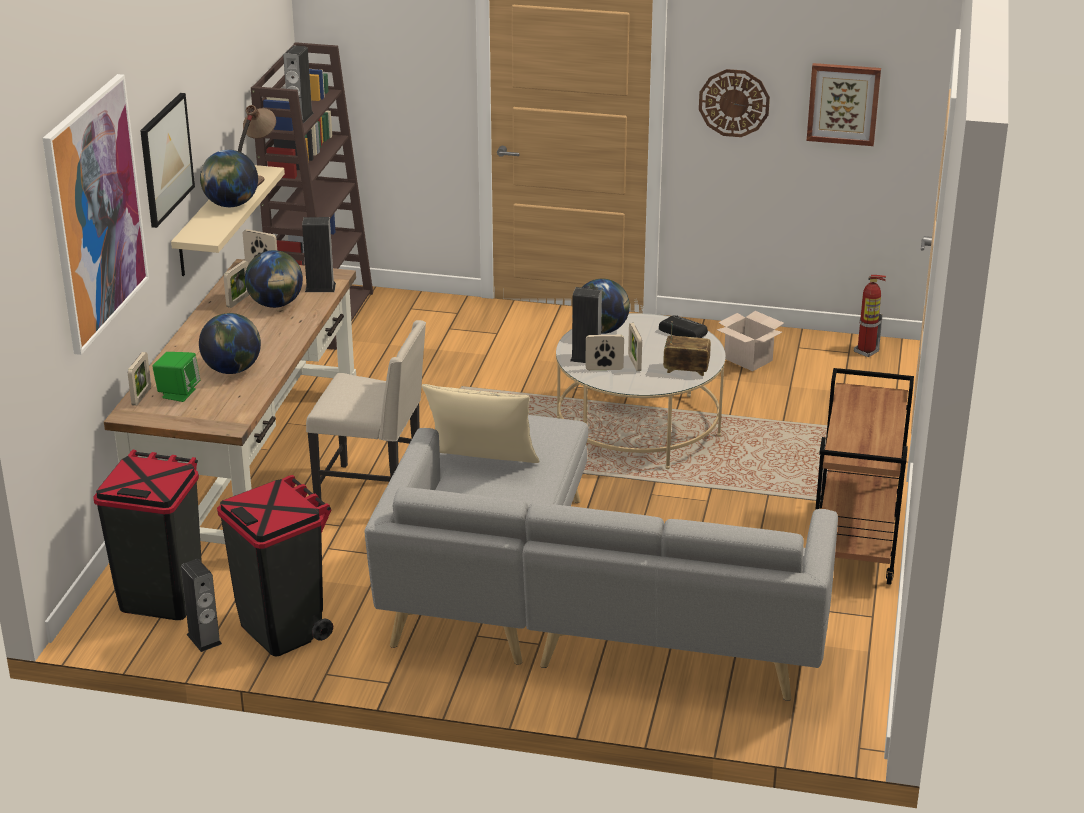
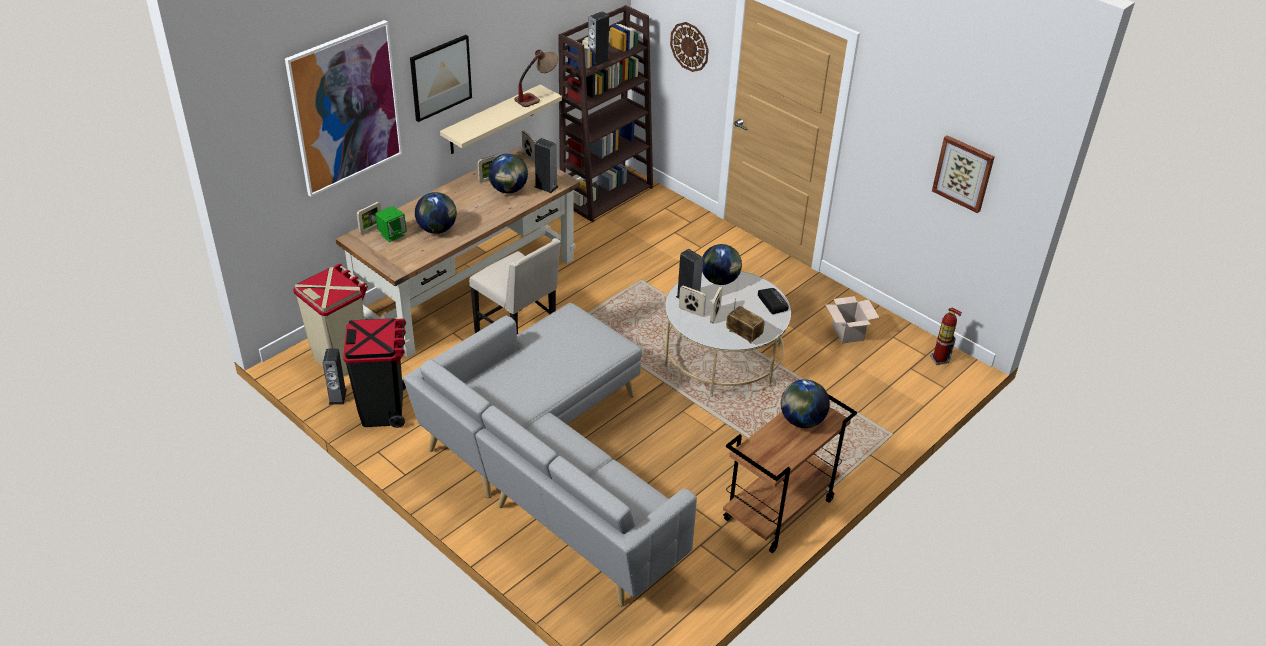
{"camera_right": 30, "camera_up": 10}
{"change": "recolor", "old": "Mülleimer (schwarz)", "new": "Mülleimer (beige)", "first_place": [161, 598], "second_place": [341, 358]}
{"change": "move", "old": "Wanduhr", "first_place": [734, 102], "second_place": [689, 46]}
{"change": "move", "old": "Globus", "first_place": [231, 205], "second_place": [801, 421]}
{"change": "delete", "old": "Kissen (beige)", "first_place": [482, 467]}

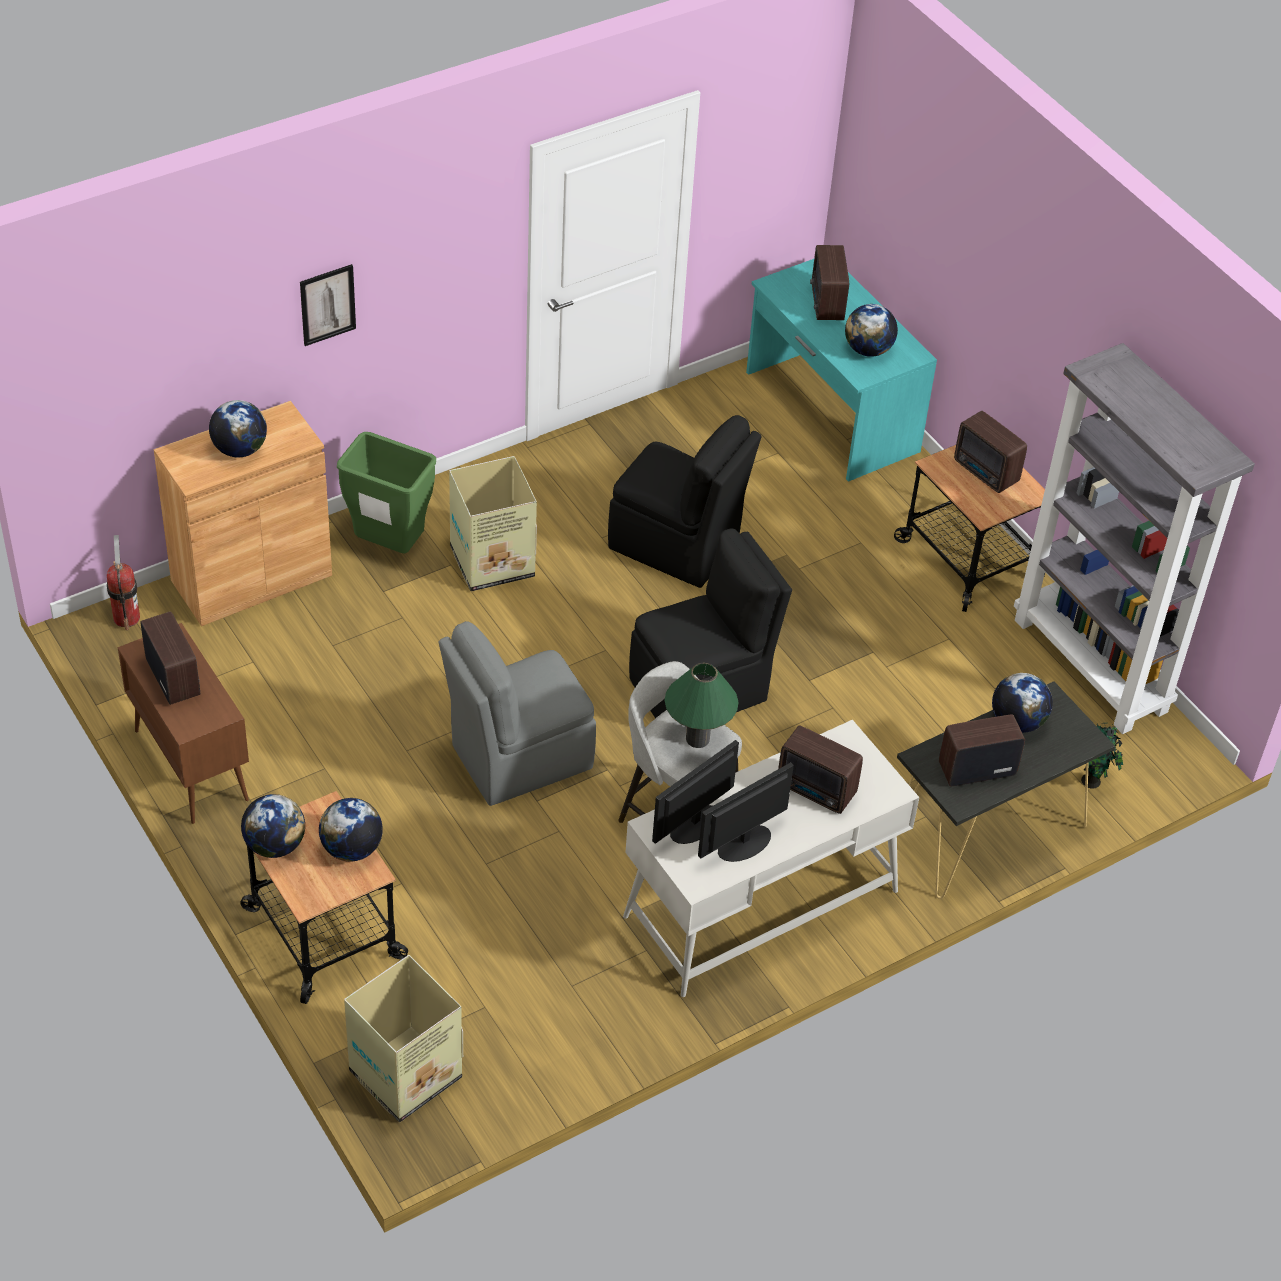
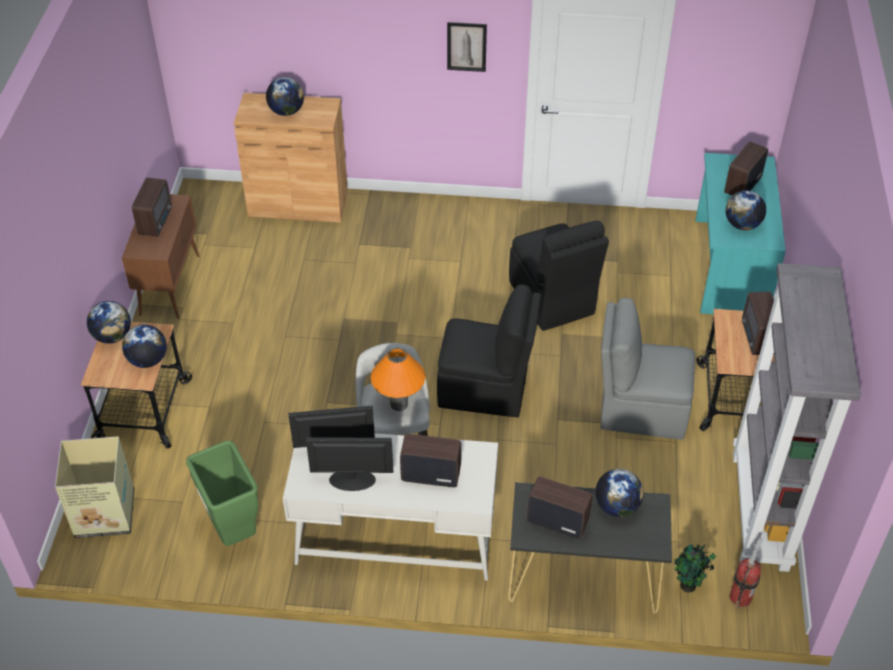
{"camera_right": 40, "camera_up": 0}
{"change": "move", "old": "Mülleimer (grün)", "first_place": [388, 546], "second_place": [233, 531]}
{"change": "recolor", "old": "Tischlampe (grün)", "new": "Tischlampe (orange)", "first_place": [697, 738], "second_place": [399, 404]}
{"change": "rotate", "old": "Radio", "first_place": [817, 791], "second_place": [429, 474], "degrees": 120}
{"change": "move", "old": "Bild", "first_place": [327, 304], "second_place": [466, 46]}
{"change": "move", "old": "Stuhl (grau)", "first_place": [518, 757], "second_place": [640, 410]}
{"change": "move", "old": "Feuerlöscher", "first_place": [126, 617], "second_place": [740, 597]}
{"change": "delete", "old": "Karton", "first_place": [490, 562]}

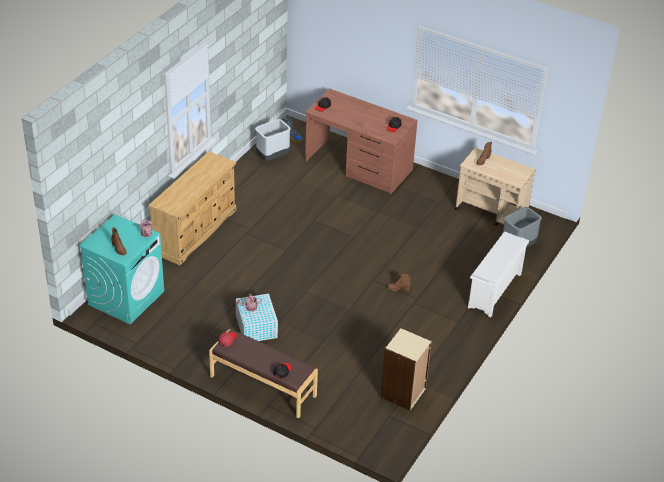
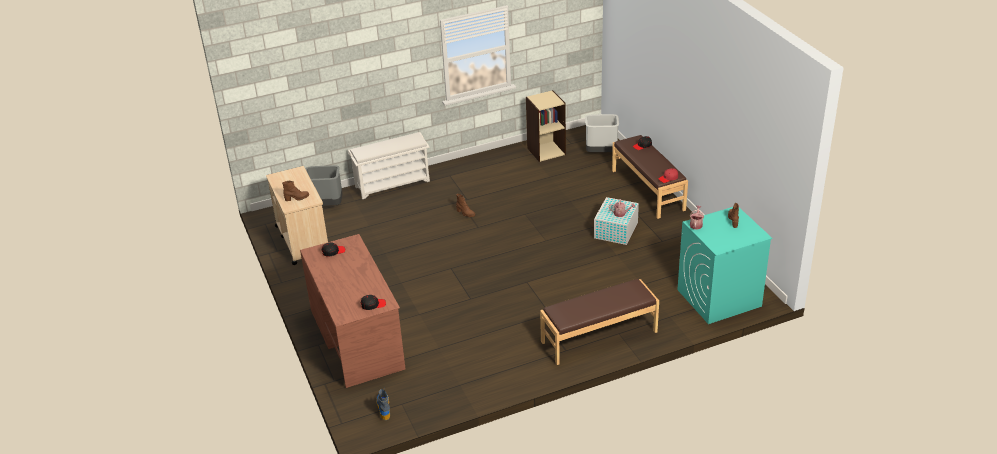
{"camera_right": -140, "camera_up": -5}
{"change": "replace", "old": "Kommode (beige)", "new": "Bank (braun)", "first_place": [195, 231], "second_place": [599, 337]}
{"change": "move", "old": "Mülleimer (grau)", "first_place": [272, 157], "second_place": [601, 153]}

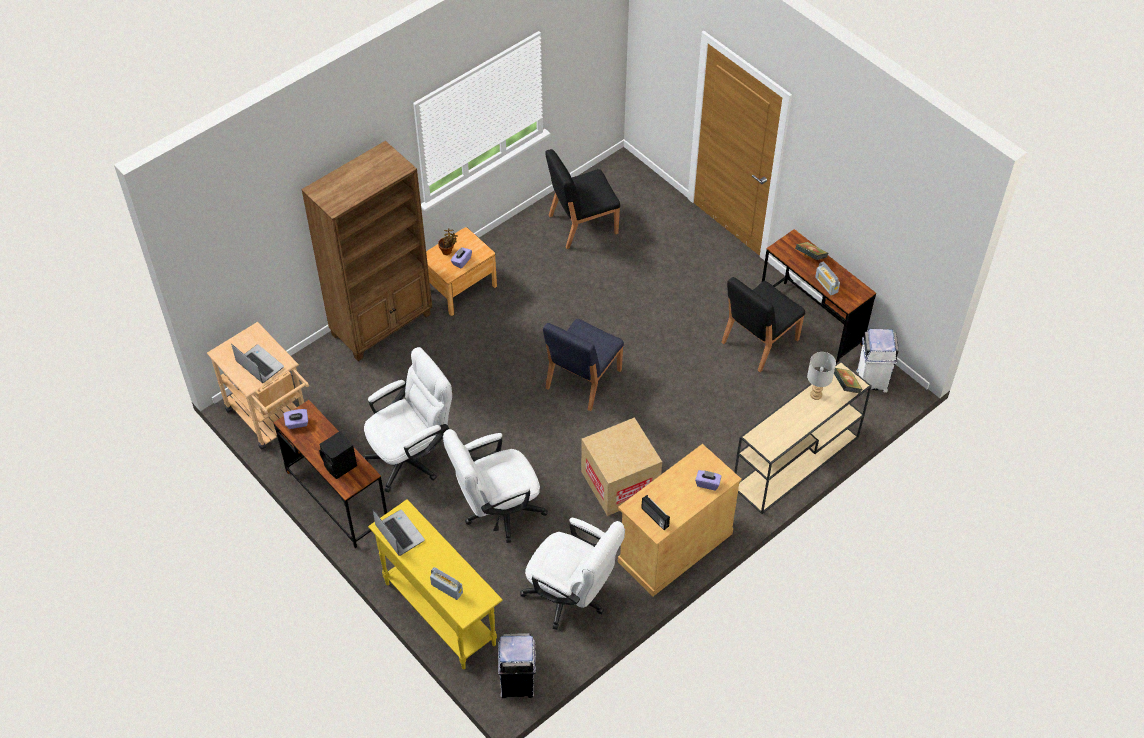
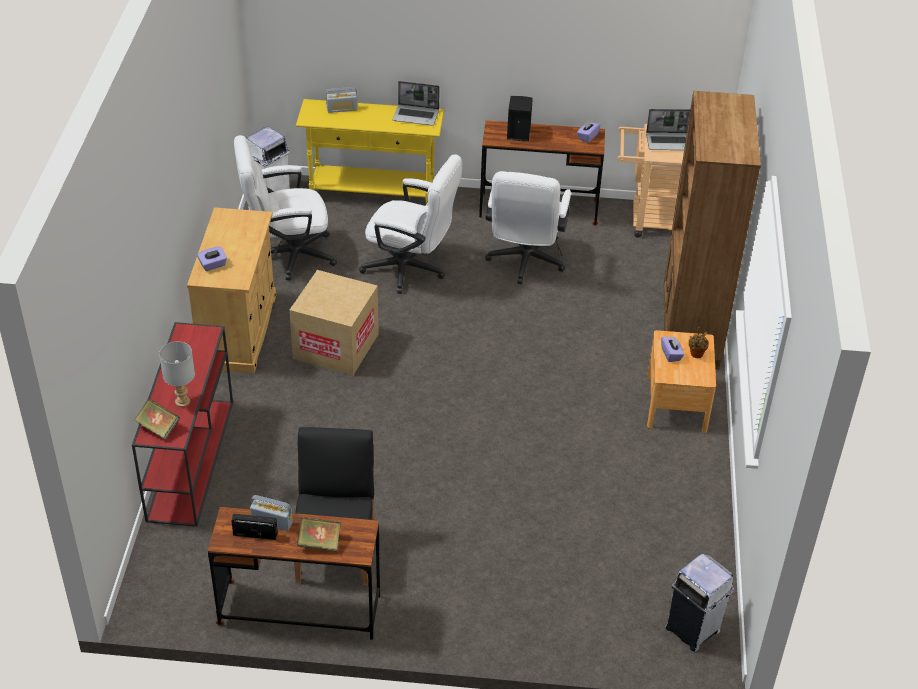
{"camera_right": 135, "camera_up": -10}
{"change": "recolor", "old": "Konsolentisch (beige)", "new": "Konsolentisch (rot)", "first_place": [795, 463], "second_place": [191, 458]}
{"change": "move", "old": "Radio", "first_place": [654, 517], "second_place": [255, 534]}
{"change": "rotate", "old": "Bürostuhl (weiß)", "first_place": [496, 511], "second_place": [411, 269], "degrees": 90}
{"change": "move", "old": "Mülleimer (weiß)", "first_place": [872, 380], "second_place": [693, 630]}
{"change": "delete", "old": "Stuhl (blau)", "first_place": [582, 379]}
{"change": "delete", "old": "Stuhl (schwarz)", "first_place": [582, 224]}

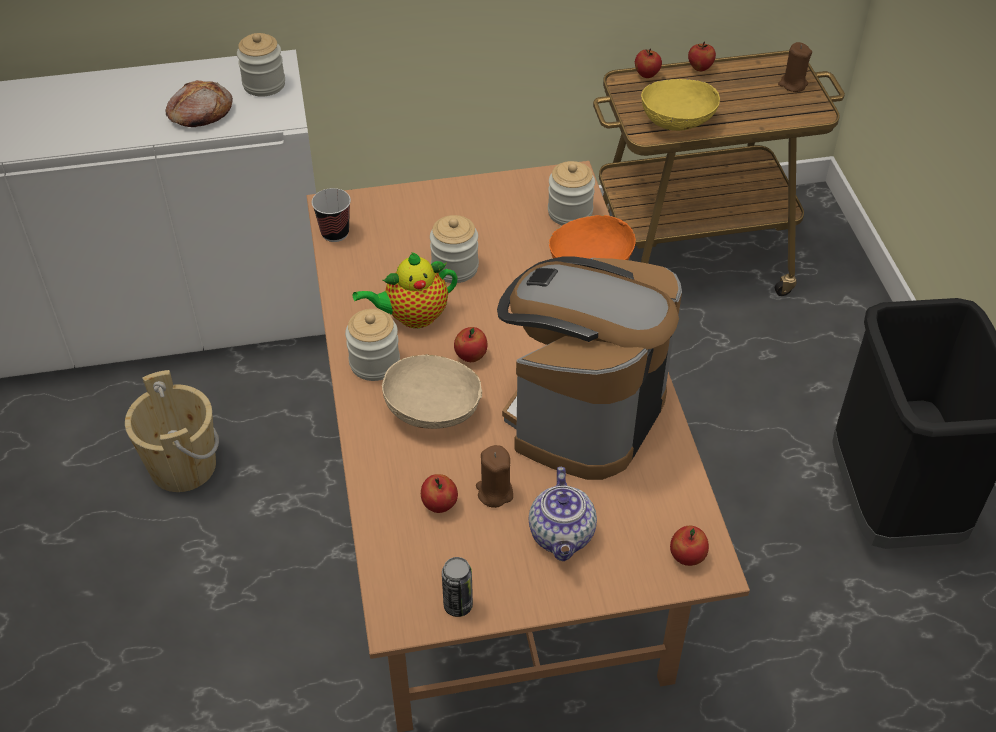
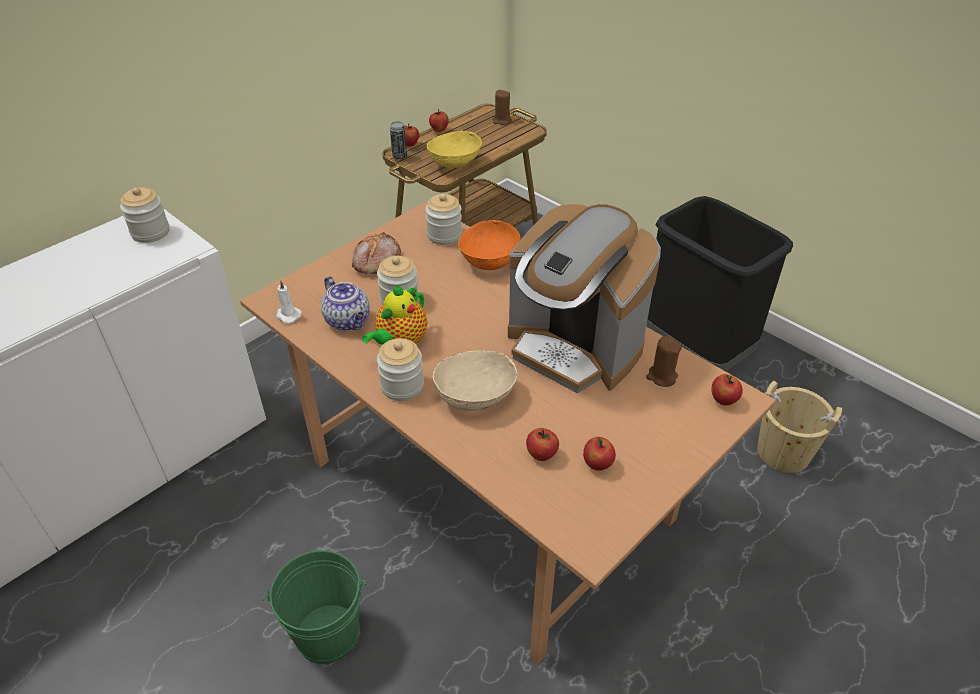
{"camera_right": -35, "camera_up": -5}
{"change": "insert", "new": "Eimer (grün)", "second_place": [327, 634]}
{"change": "replace", "old": "Tasse", "new": "Kerze (weiß)", "first_place": [335, 233], "second_place": [287, 315]}
{"change": "move", "old": "Teekanne", "first_place": [562, 536], "second_place": [348, 321]}
{"change": "move", "old": "Brot", "first_place": [200, 113], "second_place": [376, 261]}
{"change": "move", "old": "Dose", "first_place": [458, 605], "second_place": [399, 156]}
{"change": "rotate", "old": "Kaffeemaschine", "first_place": [583, 412], "second_place": [574, 348], "degrees": -45}
{"change": "move", "old": "Apfel", "first_place": [470, 356], "second_place": [597, 464]}
{"change": "move", "old": "Kerze (braun)", "first_place": [494, 492], "second_place": [661, 377]}
{"change": "move", "old": "Eimer (beige)", "first_place": [183, 466], "second_place": [783, 452]}

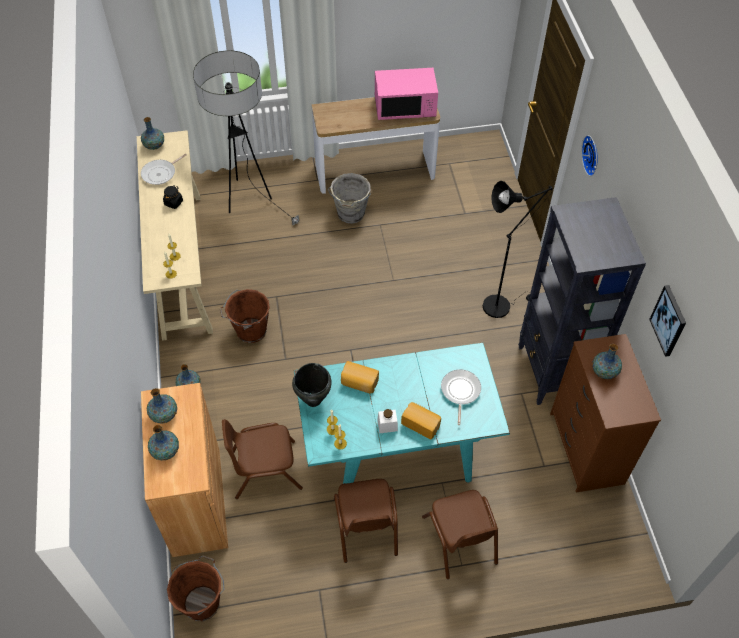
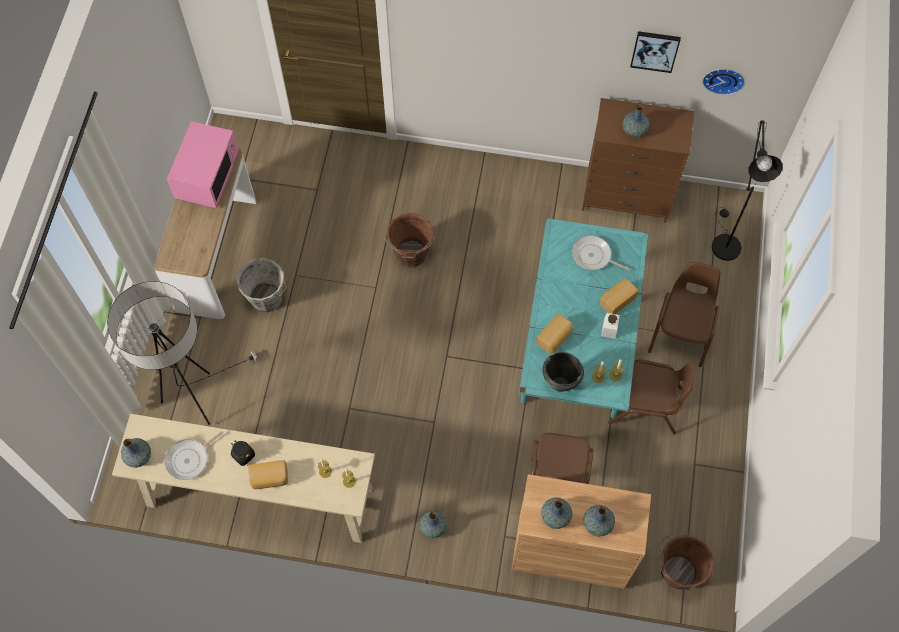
{"camera_right": -70, "camera_up": 10}
{"change": "rotate", "old": "Pfanne", "first_place": [160, 173], "second_place": [189, 459], "degrees": 75}
{"change": "insert", "new": "Brot", "second_place": [269, 478]}
{"change": "move", "old": "Eimer (braun)", "first_place": [250, 331], "second_place": [411, 255]}
{"change": "rotate", "old": "Stuhl (braun)", "first_place": [460, 540], "second_place": [682, 331], "degrees": -75}
{"change": "move", "old": "Wanduhr", "first_place": [592, 155], "second_place": [723, 78]}
{"change": "move", "old": "Stehlampe (schwarz)", "first_place": [501, 304], "second_place": [724, 242]}
{"change": "delete", "old": "Bücherregal (schwarz)", "first_place": [553, 372]}

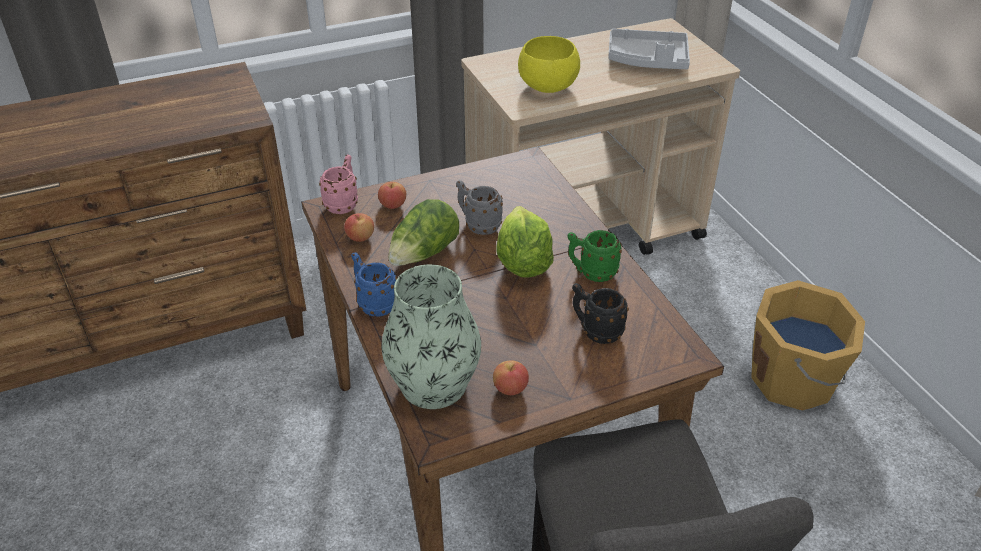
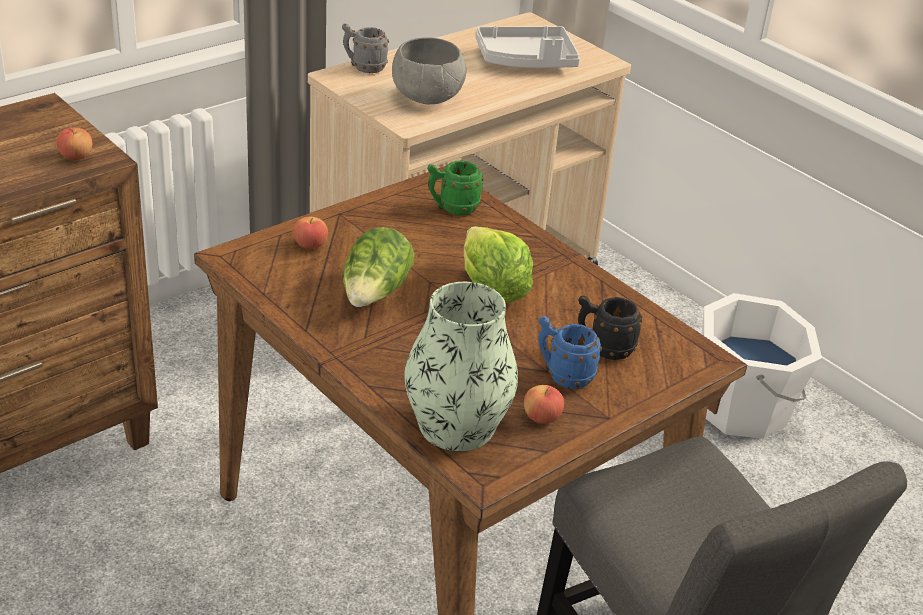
{"camera_right": -20, "camera_up": -5}
{"change": "move", "old": "Apfel", "first_place": [360, 237], "second_place": [76, 156]}
{"change": "move", "old": "Henkelbecher (grau)", "first_place": [478, 225], "second_place": [363, 67]}
{"change": "recolor", "old": "Schüssel (gelb)", "new": "Schüssel (grau)", "first_place": [548, 87], "second_place": [428, 98]}
{"change": "move", "old": "Henkelbecher (grün)", "first_place": [591, 272], "second_place": [452, 208]}
{"change": "move", "old": "Henkelbecher (blau)", "first_place": [374, 303], "second_place": [563, 375]}
{"change": "recolor", "old": "Eimer (orange)", "new": "Eimer (weiß)", "first_place": [794, 380], "second_place": [744, 408]}
{"change": "delete", "old": "Henkelbecher (rosa)", "first_place": [343, 203]}

